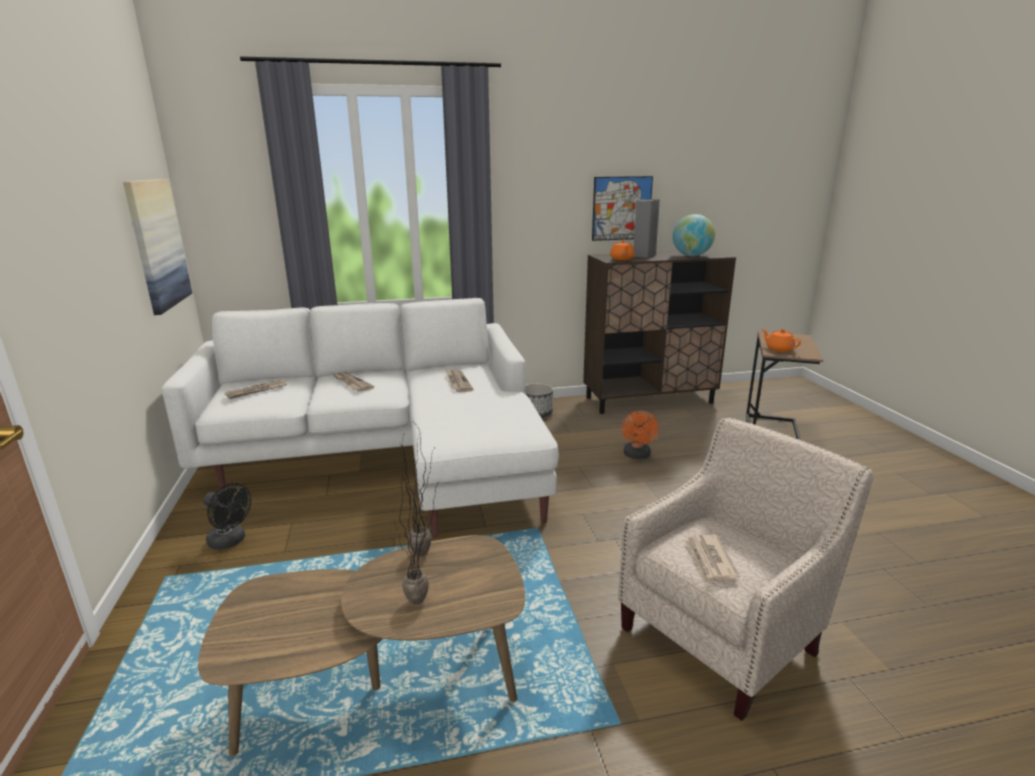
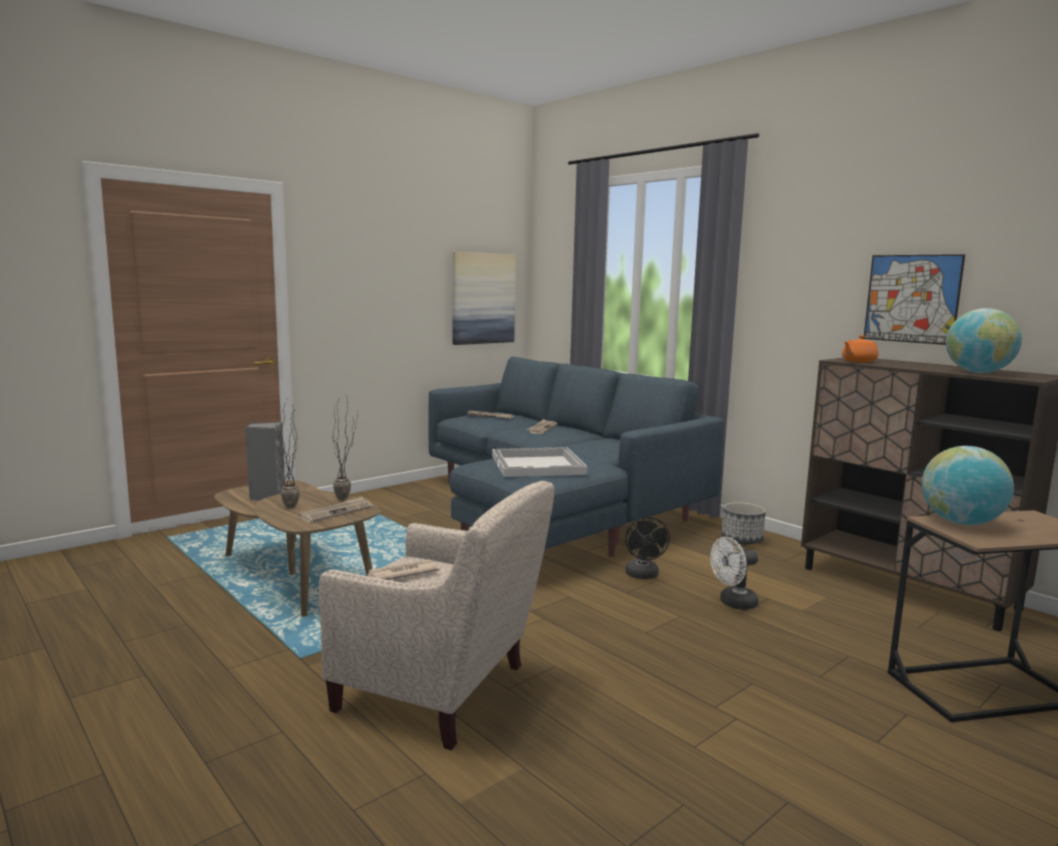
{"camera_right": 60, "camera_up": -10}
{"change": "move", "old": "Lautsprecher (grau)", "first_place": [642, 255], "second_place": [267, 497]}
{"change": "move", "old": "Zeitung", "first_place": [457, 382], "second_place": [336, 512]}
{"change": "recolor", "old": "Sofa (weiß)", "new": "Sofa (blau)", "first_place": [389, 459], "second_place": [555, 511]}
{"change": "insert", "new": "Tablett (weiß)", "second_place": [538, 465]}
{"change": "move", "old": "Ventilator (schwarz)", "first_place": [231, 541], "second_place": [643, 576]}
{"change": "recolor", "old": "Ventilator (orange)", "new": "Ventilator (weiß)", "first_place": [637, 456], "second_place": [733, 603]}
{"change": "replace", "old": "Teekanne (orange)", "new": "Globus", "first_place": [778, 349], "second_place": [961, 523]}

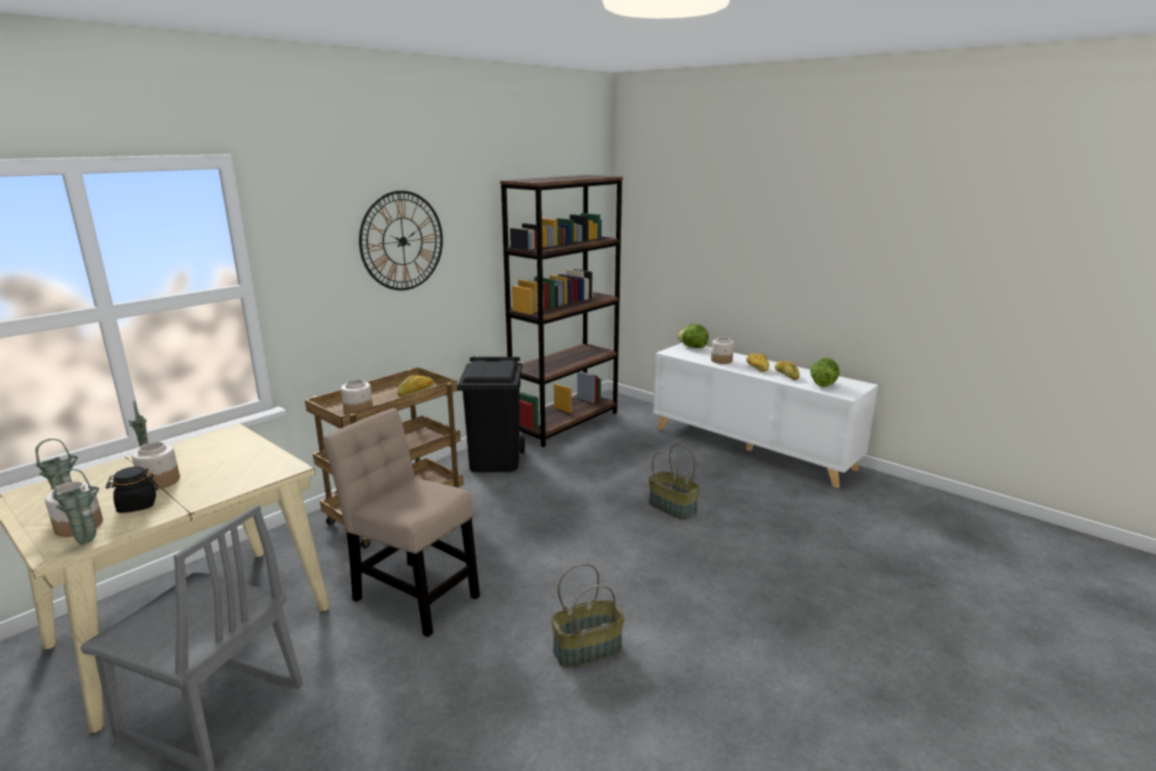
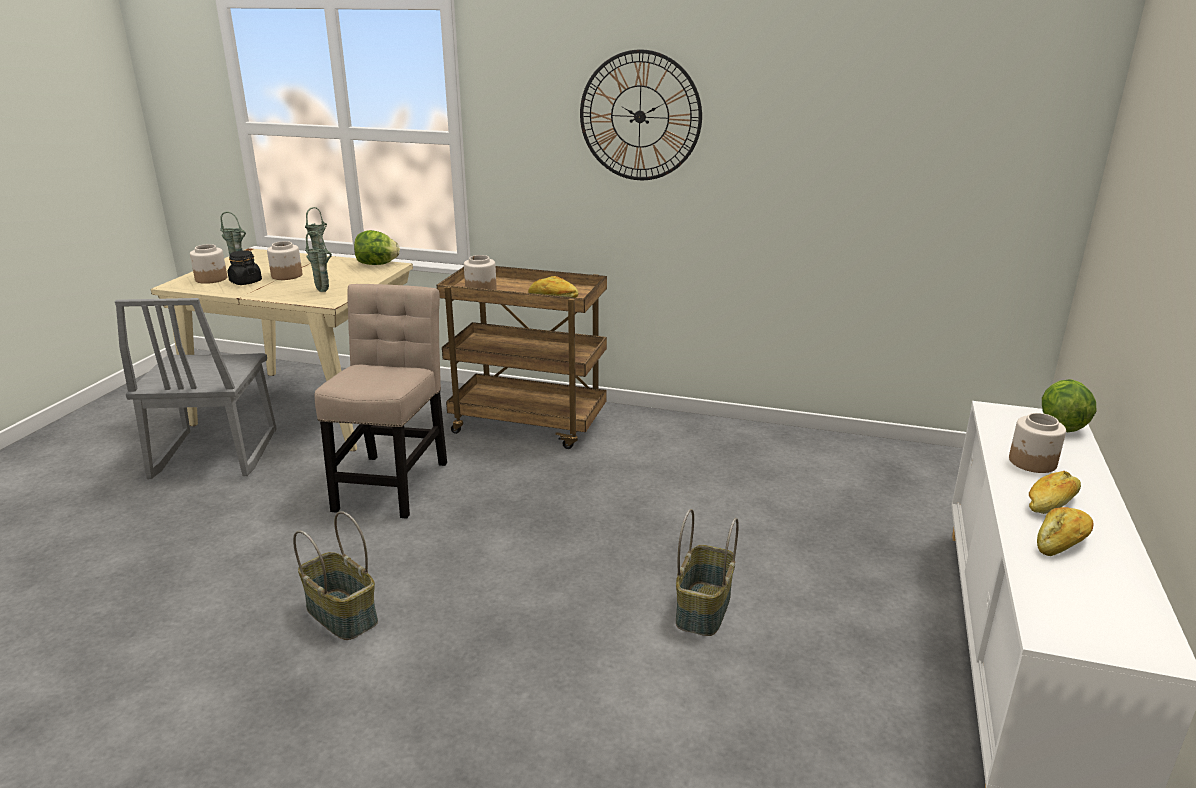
{"camera_right": 65, "camera_up": 5}
{"change": "move", "old": "Vase (grün)", "first_place": [90, 541], "second_place": [324, 291]}
{"change": "move", "old": "Salatkopf", "first_place": [822, 384], "second_place": [377, 264]}
{"change": "delete", "old": "Mülleimer (schwarz)", "first_place": [495, 460]}
{"change": "delete", "old": "Bücherregal (braun)", "first_place": [565, 423]}

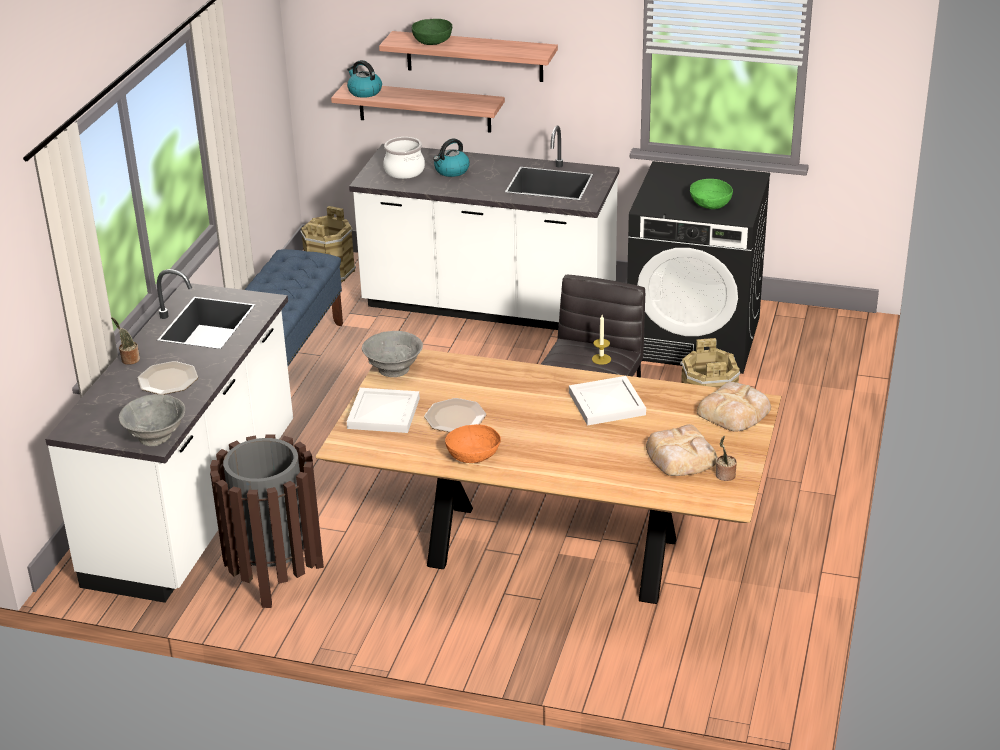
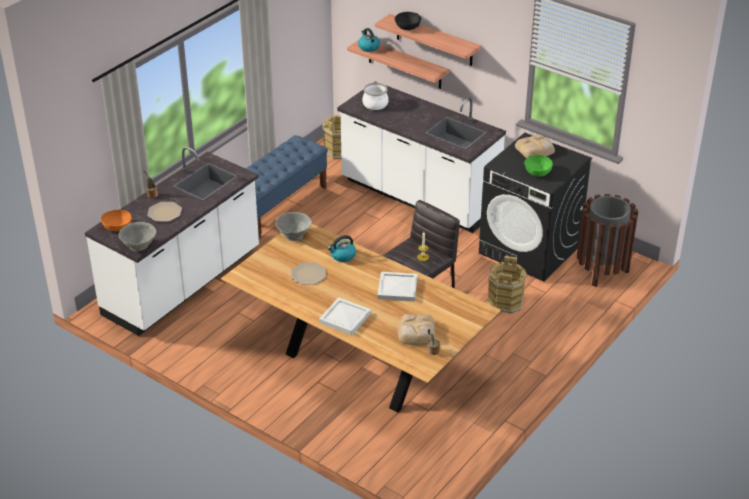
{"camera_right": 20, "camera_up": 5}
{"change": "move", "old": "Schüssel (orange)", "first_place": [473, 455], "second_place": [117, 227]}
{"change": "move", "old": "Tablett (weiß)", "first_place": [385, 413], "second_place": [346, 318]}
{"change": "move", "old": "Wasserkessel", "first_place": [451, 171], "second_place": [342, 256]}
{"change": "recolor", "old": "Schüssel (grün)", "new": "Schüssel (schwarz)", "first_place": [432, 41], "second_place": [407, 27]}
{"change": "move", "old": "Brot", "first_place": [735, 412], "second_place": [535, 150]}
{"change": "move", "old": "Mülleimer (braun)", "first_place": [275, 575], "second_place": [602, 271]}

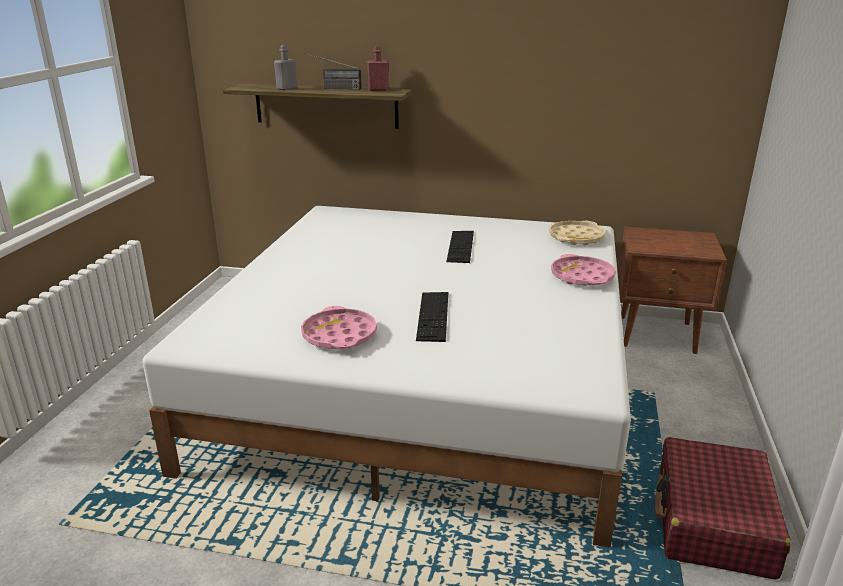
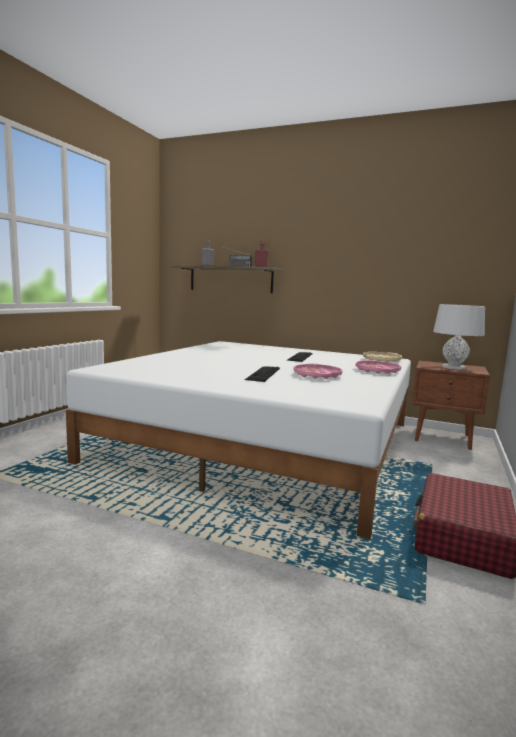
{"camera_right": 10, "camera_up": -15}
{"change": "move", "old": "Tablett (rosa)", "first_place": [339, 335], "second_place": [317, 375]}
{"change": "insert", "new": "Tischlampe (grau)", "second_place": [454, 367]}

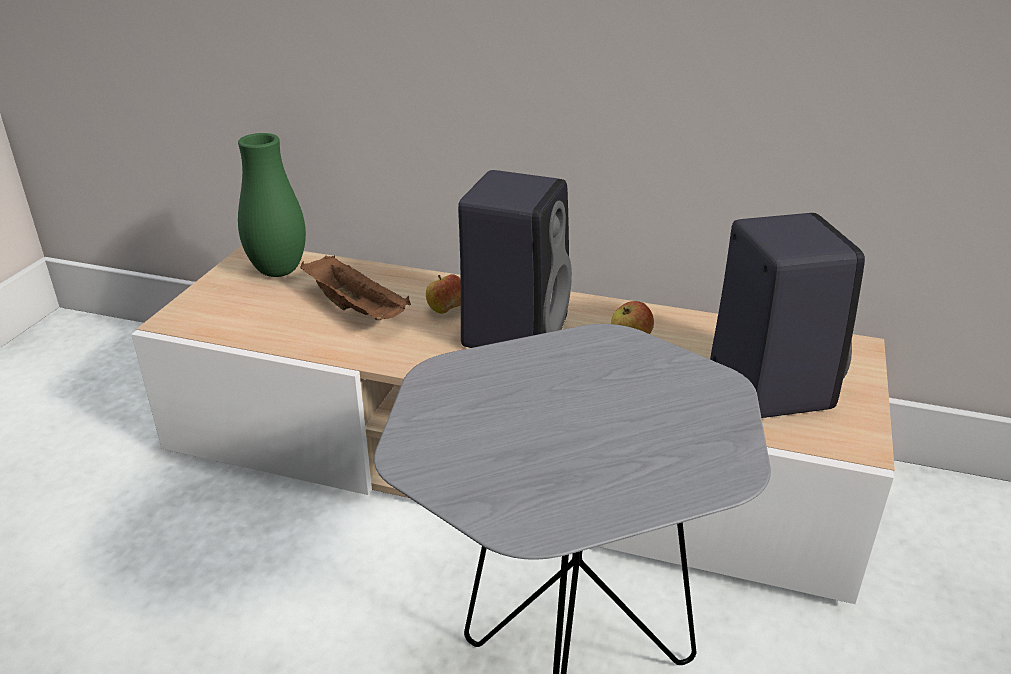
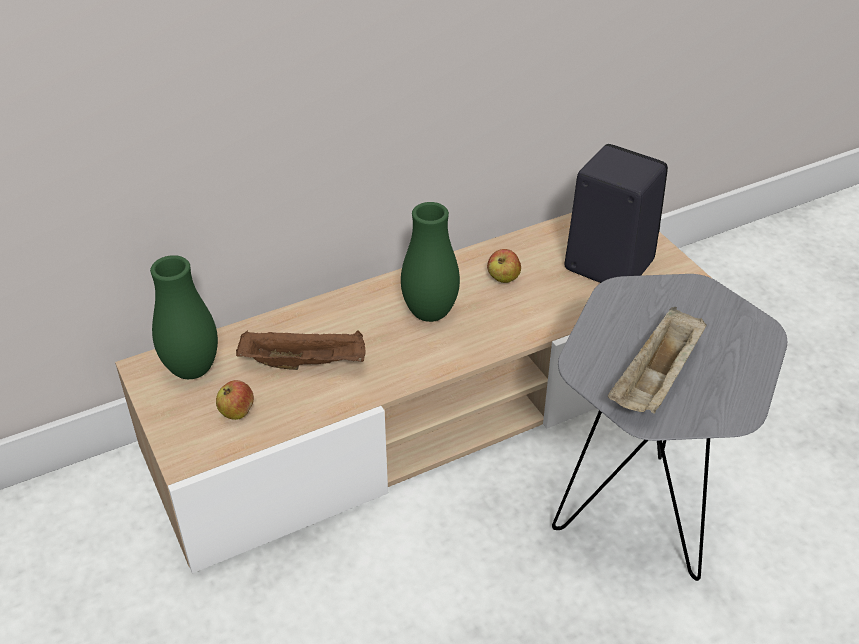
{"camera_right": -45, "camera_up": 10}
{"change": "move", "old": "Apfel", "first_place": [446, 310], "second_place": [237, 412]}
{"change": "replace", "old": "Lautsprecher (schwarz)", "new": "Vase (grün)", "first_place": [515, 330], "second_place": [430, 313]}
{"change": "insert", "new": "Tablett (beige)", "second_place": [656, 381]}

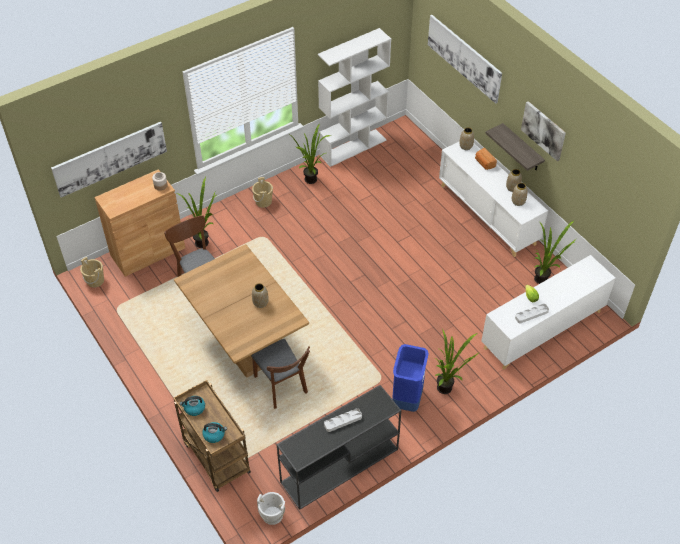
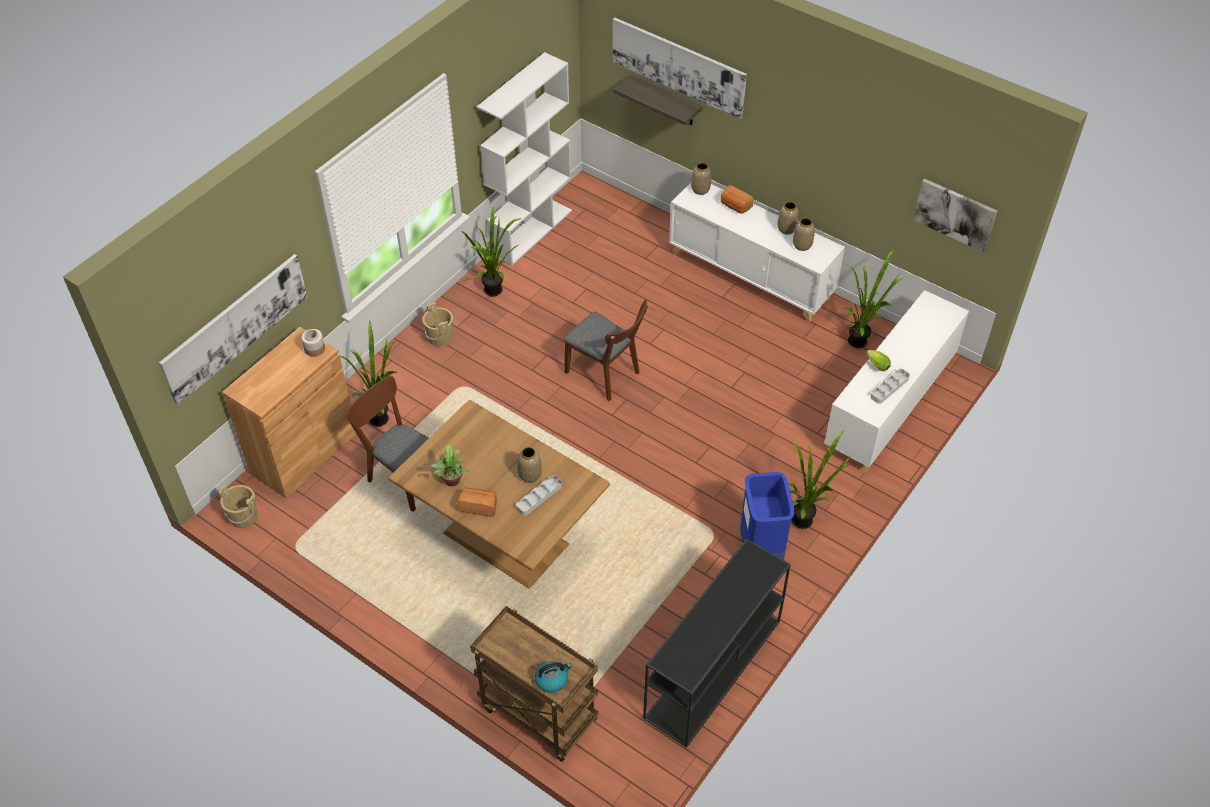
{"camera_right": -20, "camera_up": 0}
{"change": "insert", "new": "Topfpflanze", "second_place": [452, 482]}
{"change": "insert", "new": "Brot", "second_place": [478, 506]}
{"change": "move", "old": "Tablett (grau)", "first_place": [343, 421], "second_place": [539, 497]}
{"change": "move", "old": "Stuhl (braun)", "first_place": [282, 388], "second_place": [606, 375]}
{"change": "move", "old": "Wandregal", "first_place": [522, 148], "second_place": [665, 101]}
{"change": "move", "old": "Bild", "first_place": [543, 130], "second_place": [955, 214]}
{"change": "delete", "old": "Wasserkessel", "first_place": [194, 408]}
{"change": "delete", "old": "Eimer (weiß)", "first_place": [272, 515]}

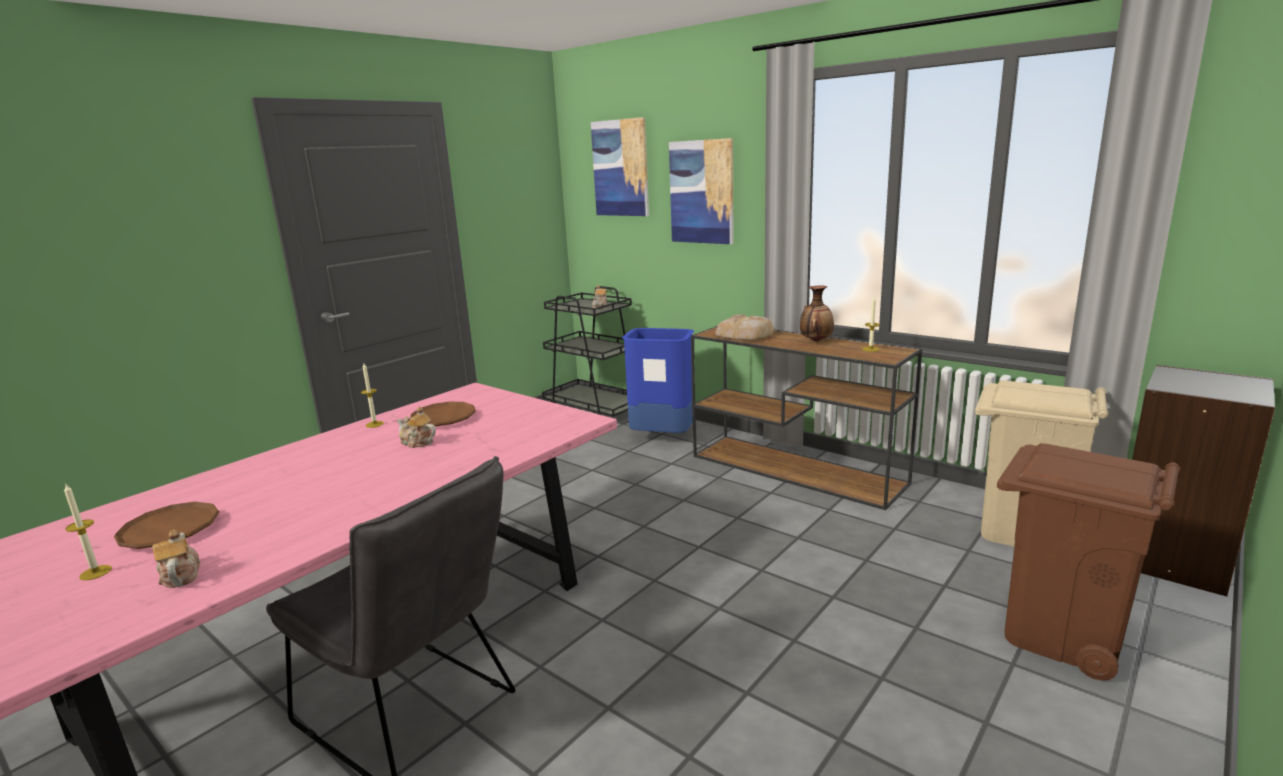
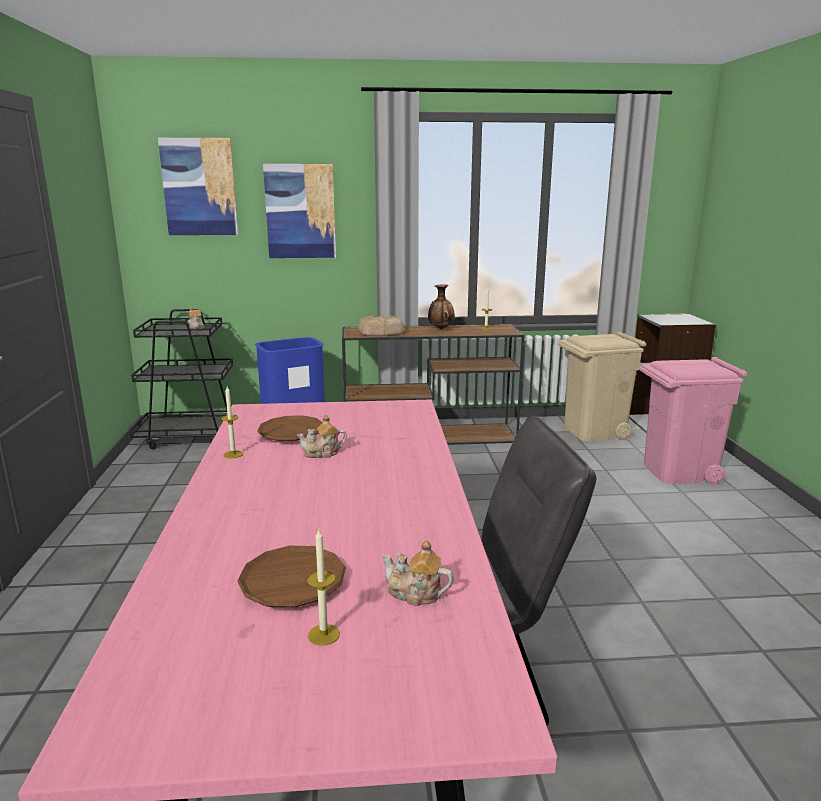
{"camera_right": -45, "camera_up": 0}
{"change": "recolor", "old": "Mülleimer (braun)", "new": "Mülleimer (rosa)", "first_place": [1061, 635], "second_place": [678, 472]}

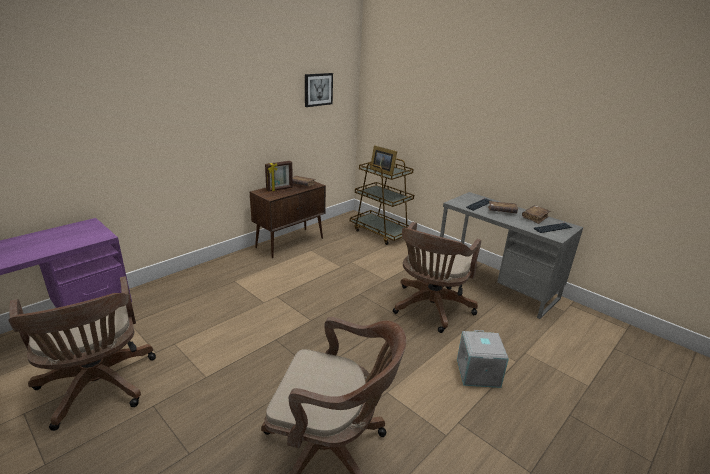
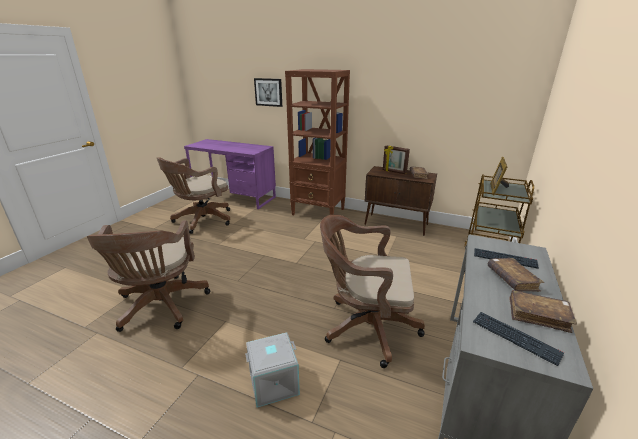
{"camera_right": 70, "camera_up": 0}
{"change": "move", "old": "Bild", "first_place": [318, 89], "second_place": [268, 92]}
{"change": "insert", "new": "Bücherregal (braun)", "second_place": [318, 212]}

